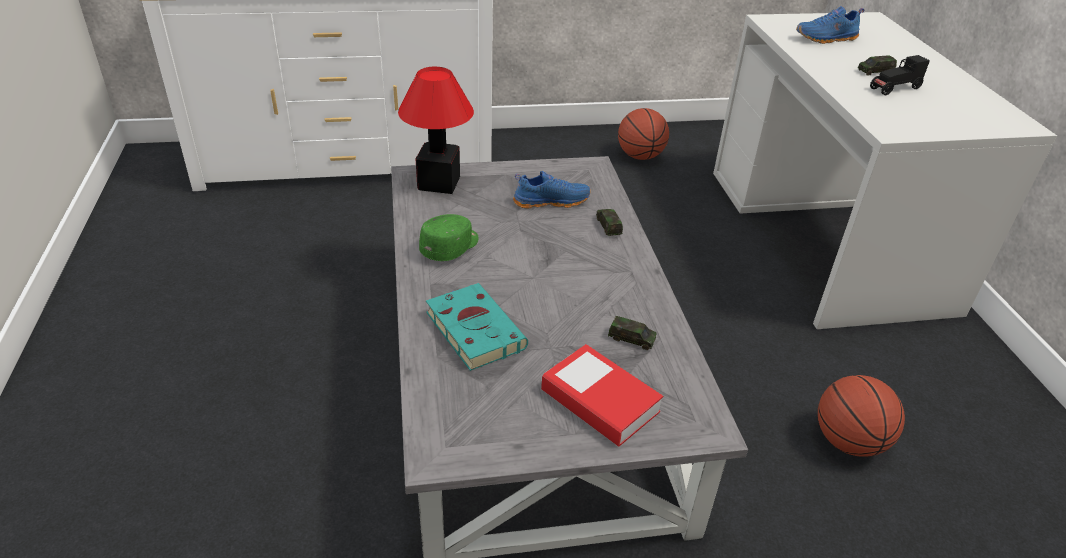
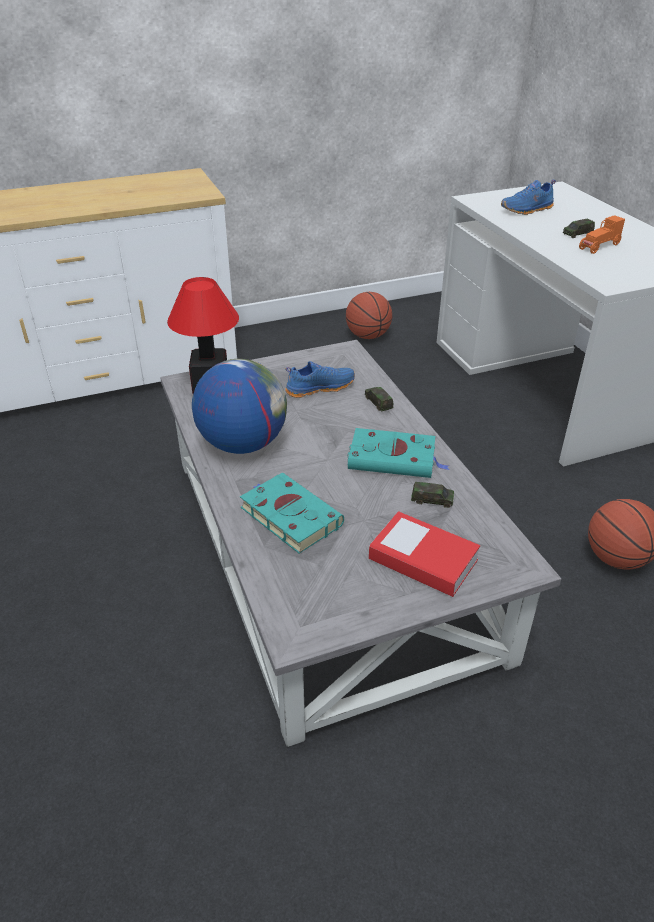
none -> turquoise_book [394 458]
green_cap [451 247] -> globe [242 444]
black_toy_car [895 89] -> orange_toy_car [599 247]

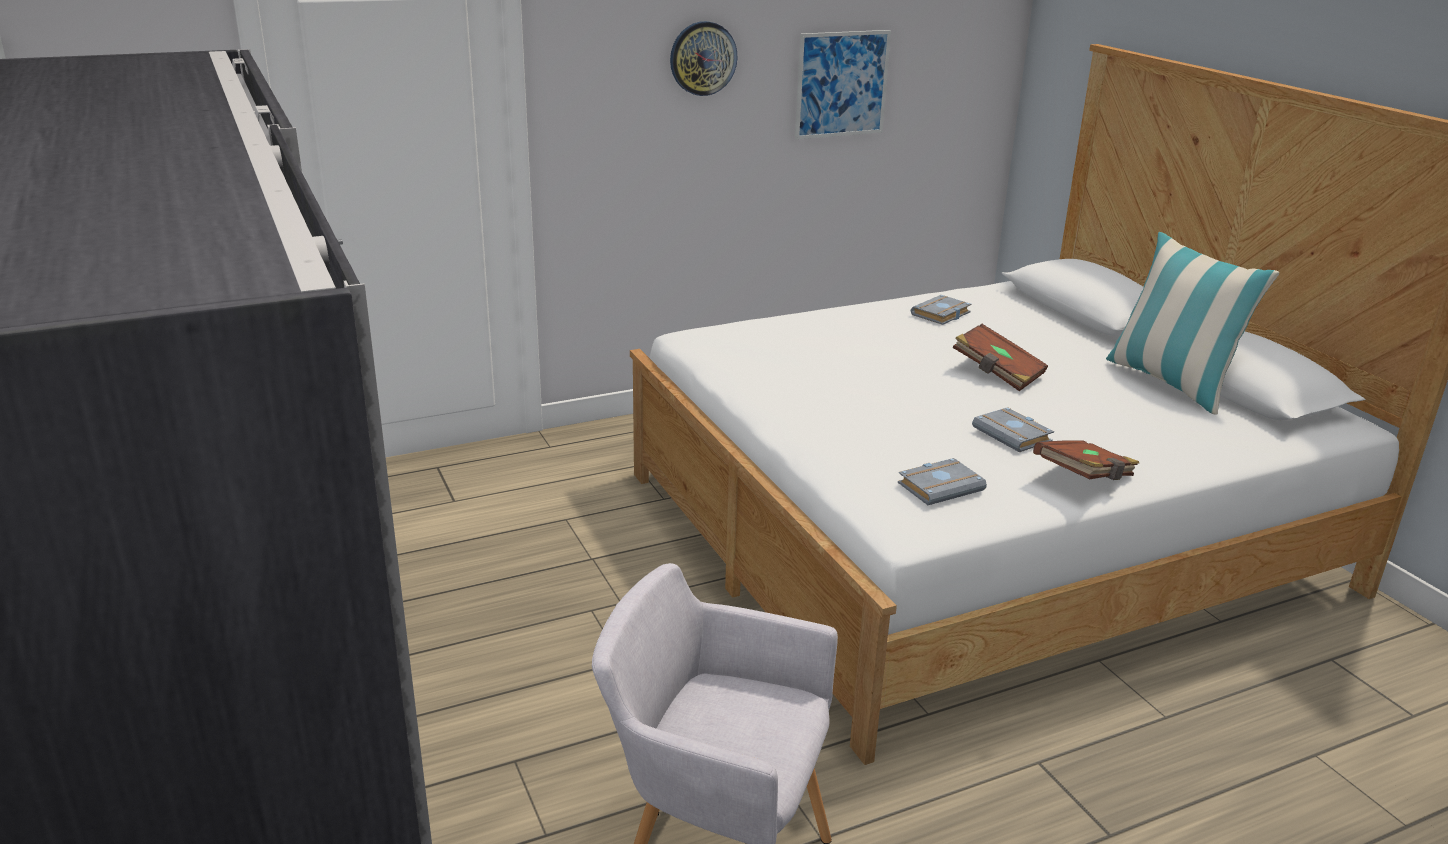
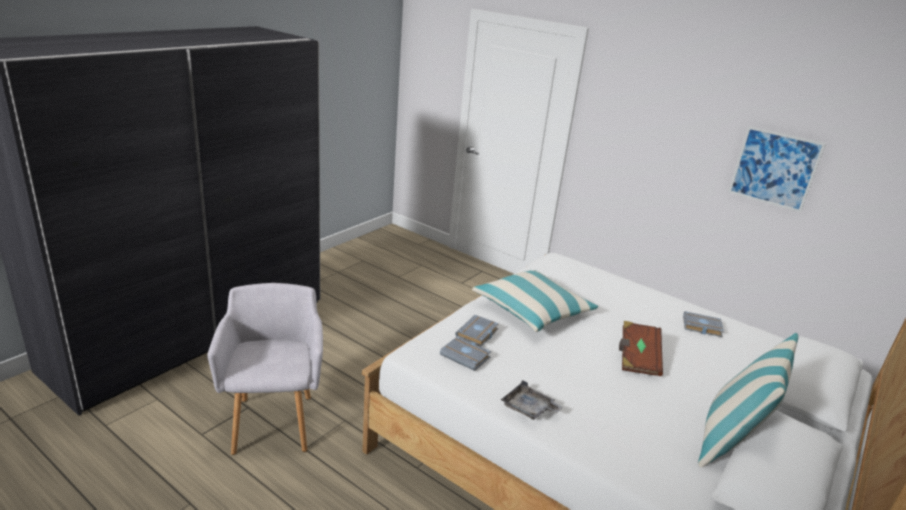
wall_clock [703 58] -> none
none -> pillow [532 310]
grey_book [1014 435] -> grey_book [477 334], moved
brown_book [1084 478] -> grey_tray [529 409]

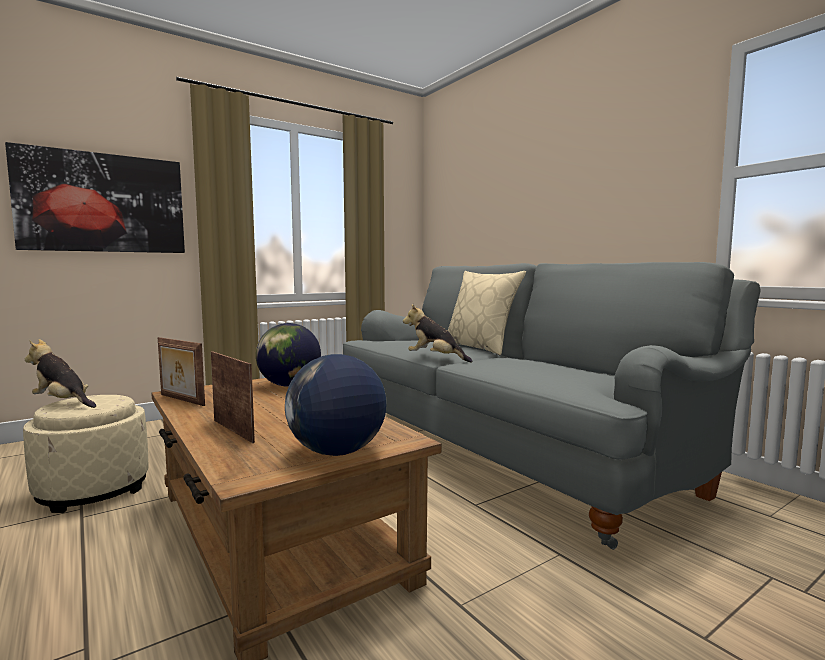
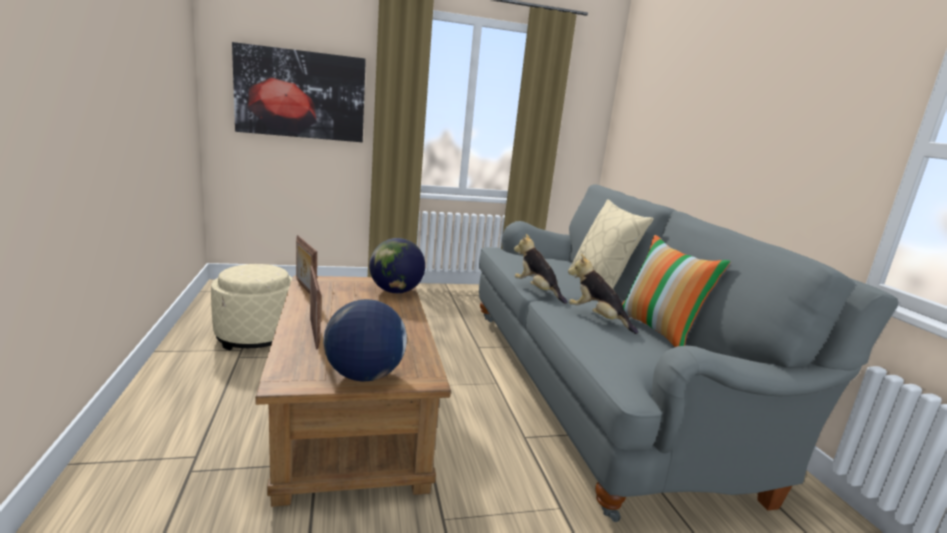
none -> pillow [658 330]
plush_toy [63 403] -> plush_toy [597 319], moved

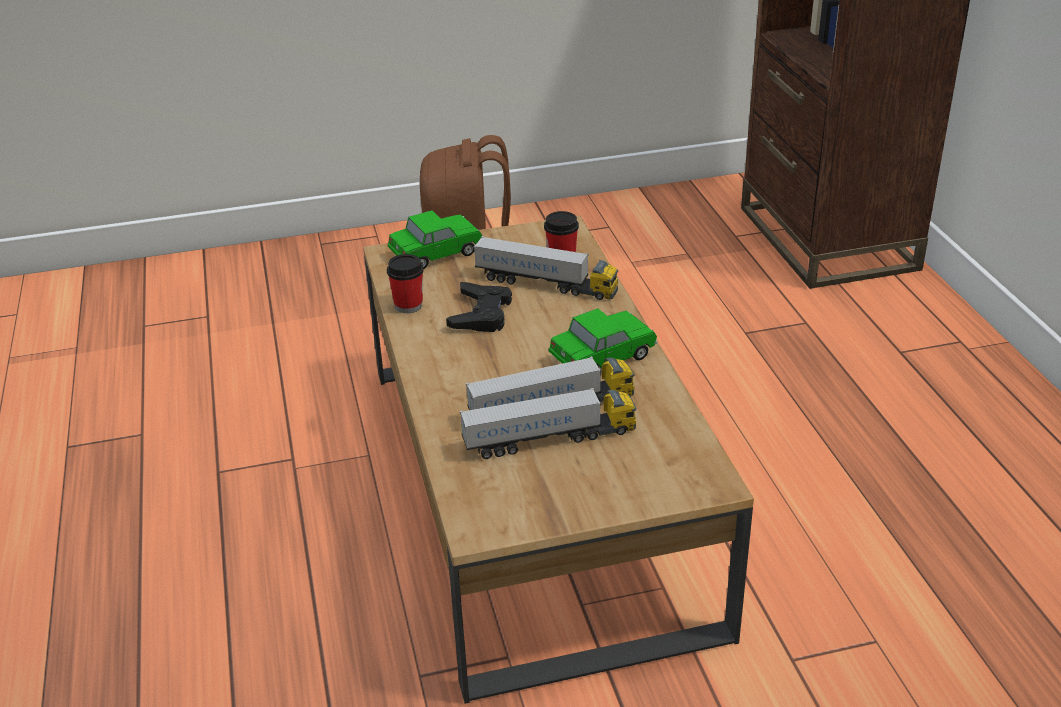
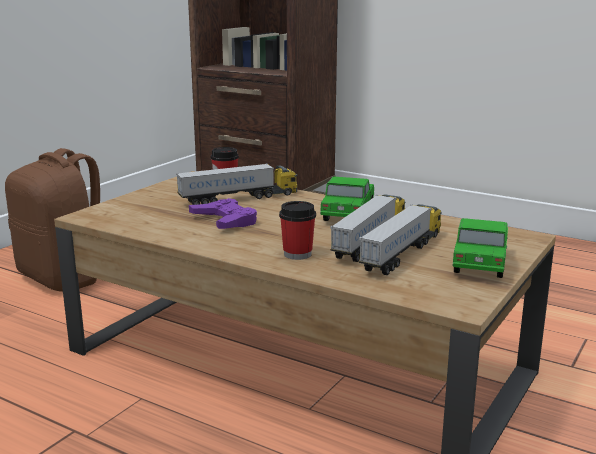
cup [408 305] -> cup [297 254], moved
toy_car [436 254] -> toy_car [480 264], moved
black_game_controller [481 314] -> purple_game_controller [225 221]

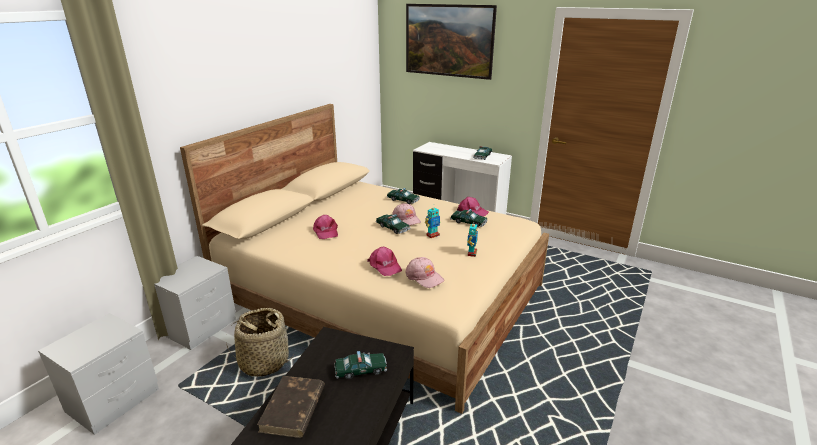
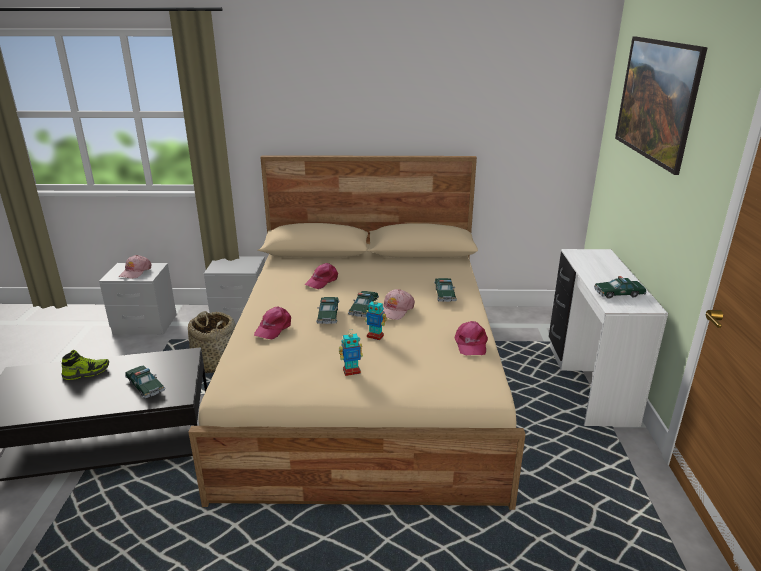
pink_cap [424 277] -> pink_cap [135 272], moved
toy_car [468 222] -> toy_car [328 315], moved
brown_book [293 409] -> shoe [86 373]

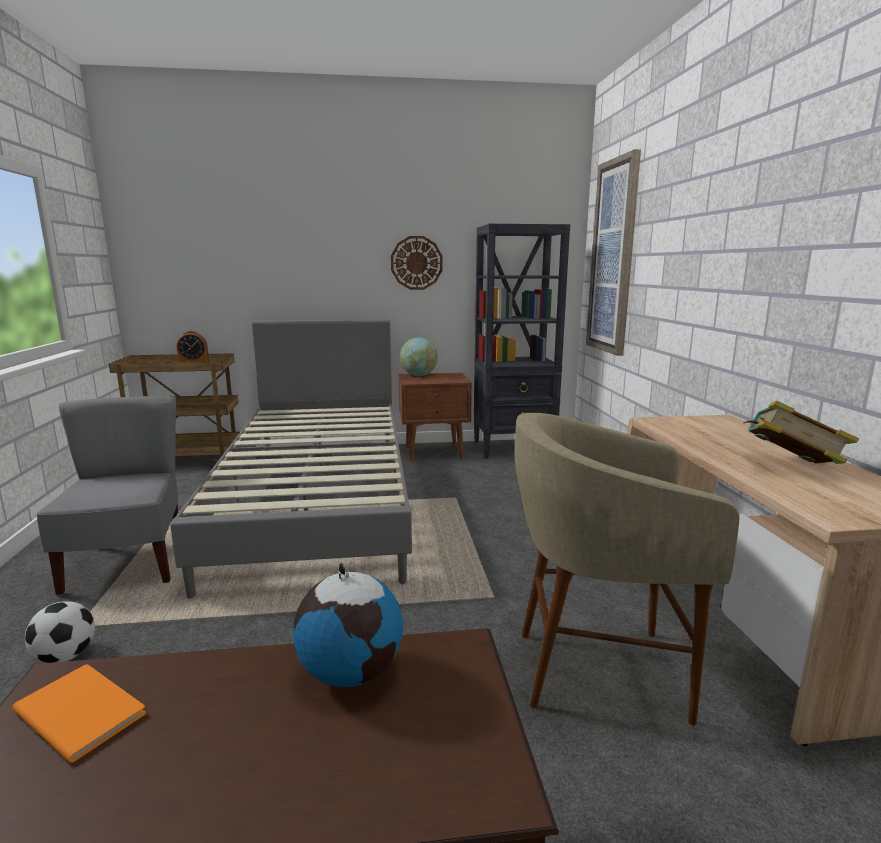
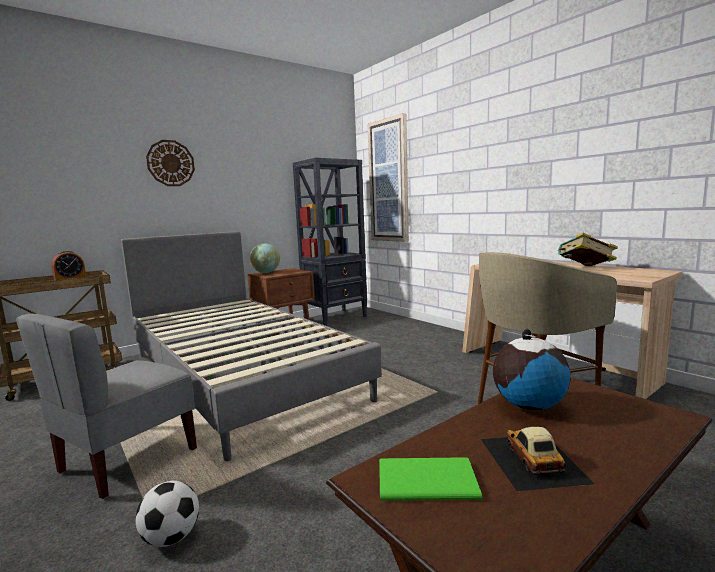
none -> toy_car [532 460]
wall_clock [416 263] -> wall_clock [170 163], moved
orange_book [82 709] -> green_book [423 479]
grey_chair [129 564] -> grey_chair [127 460], 105 degrees counterclockwise

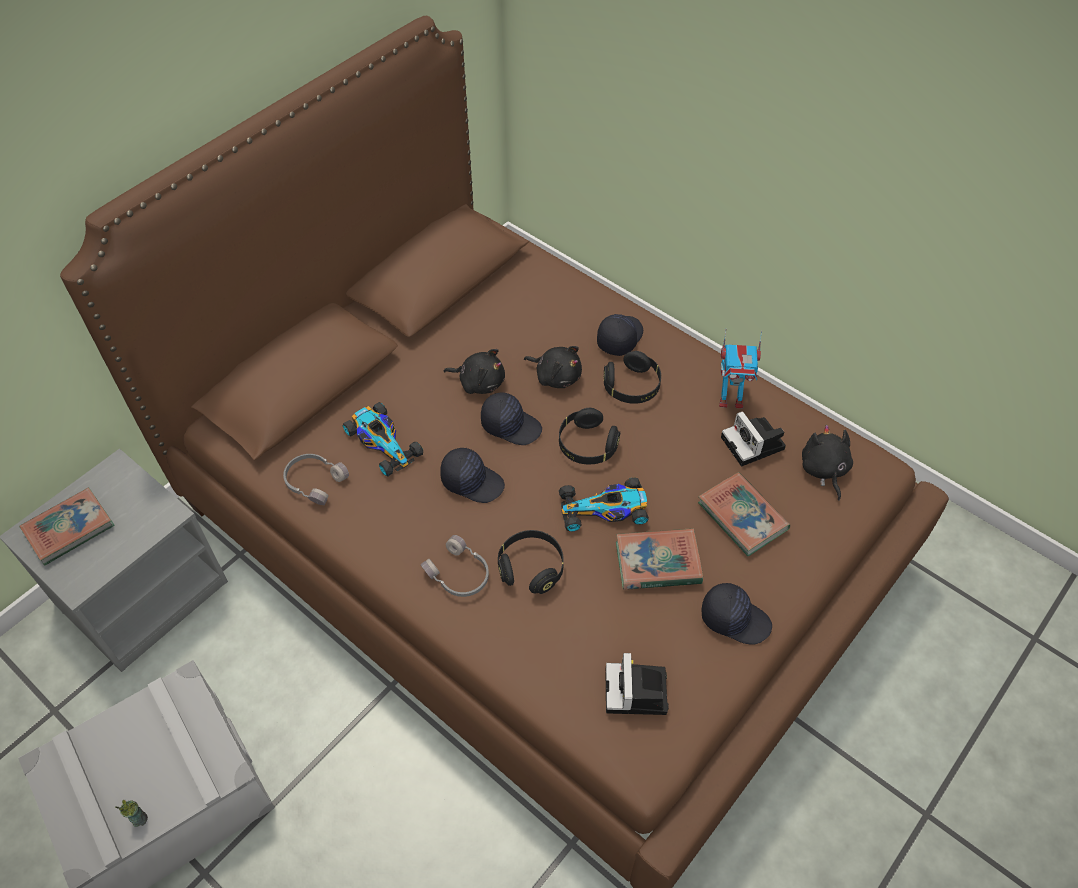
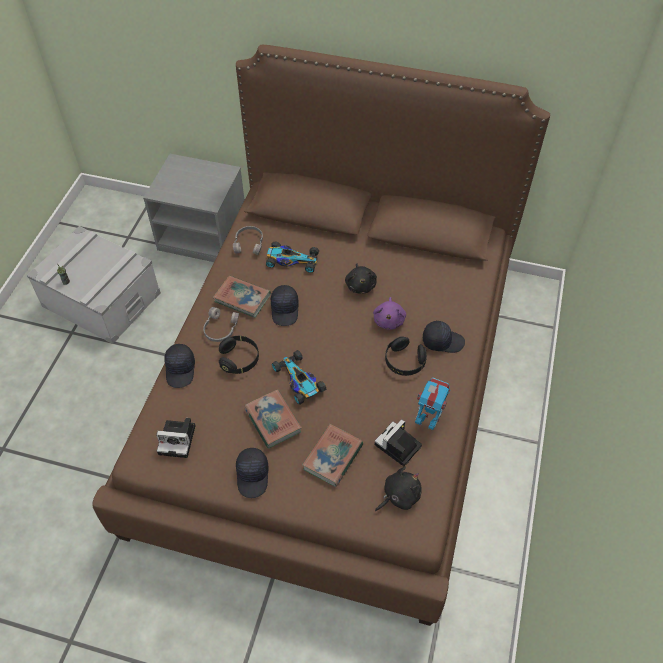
black_headphones [587 445] -> none
book [69 528] -> book [242 298], moved
black_cap [511 425] -> black_cap [181 370], moved
black_plush_toy [556 376] -> purple_plush_toy [389 320]
toy_car [382 441] -> toy_car [291 260], 105 degrees counterclockwise
photo_camera [636 694] -> photo_camera [179 439], 150 degrees counterclockwise
toy_robot [731 400] -> toy_robot [428 421], 135 degrees clockwise

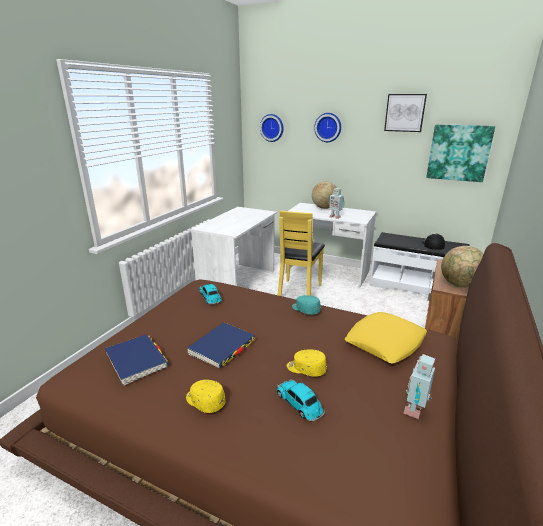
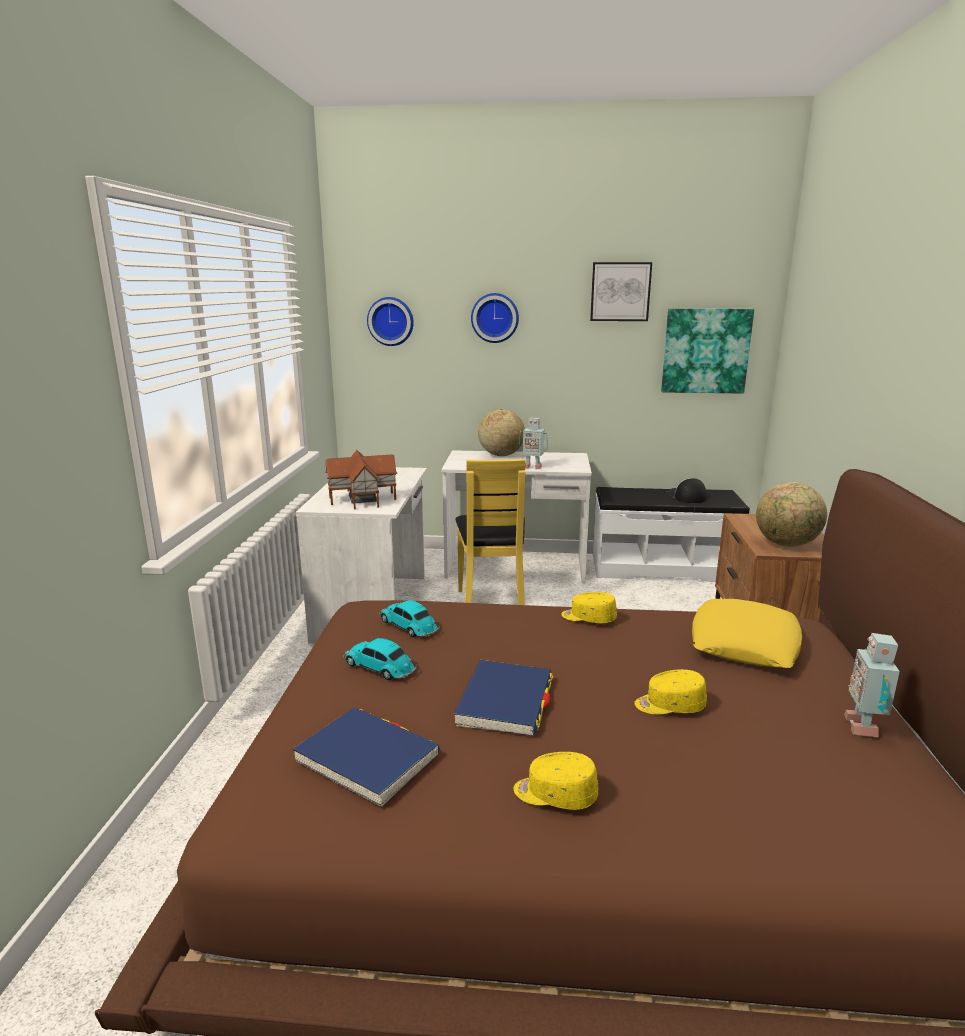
none -> toy_house [363 498]
toy_car [299 404] -> toy_car [381 667], moved
turquoise_cap [305 310] -> yellow_cap [588 618]

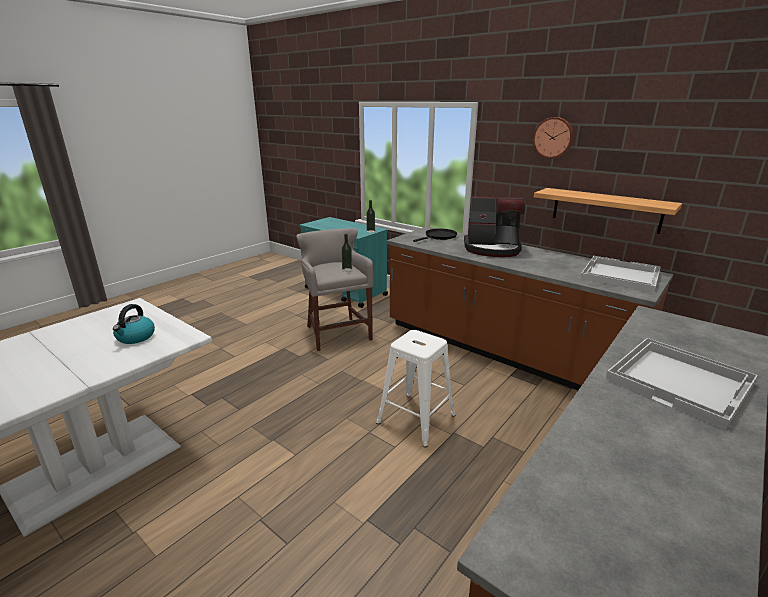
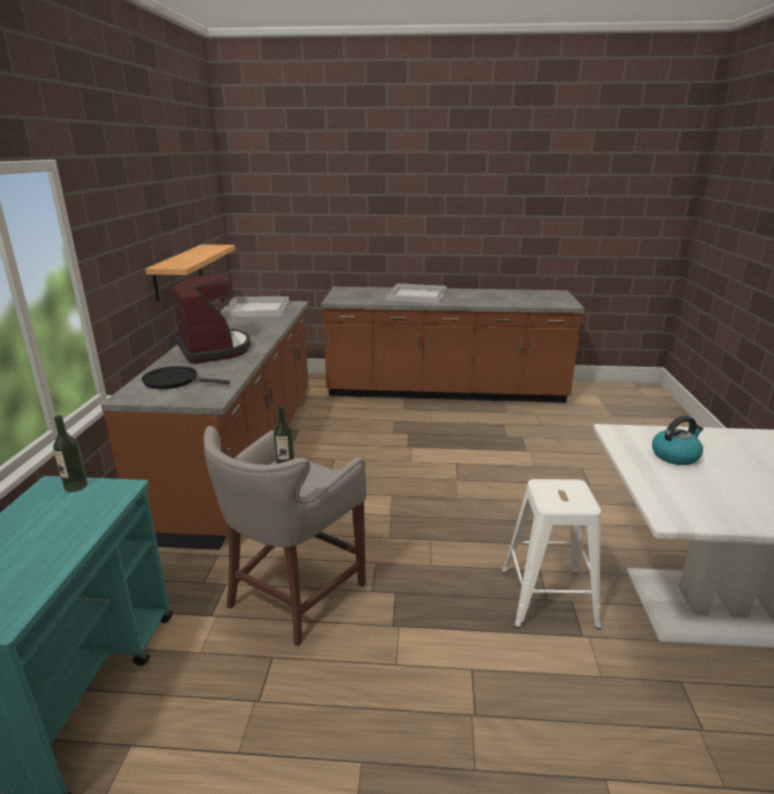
wall_clock [553 137] -> none
white_stool [417 419] -> white_stool [546 596], moved

